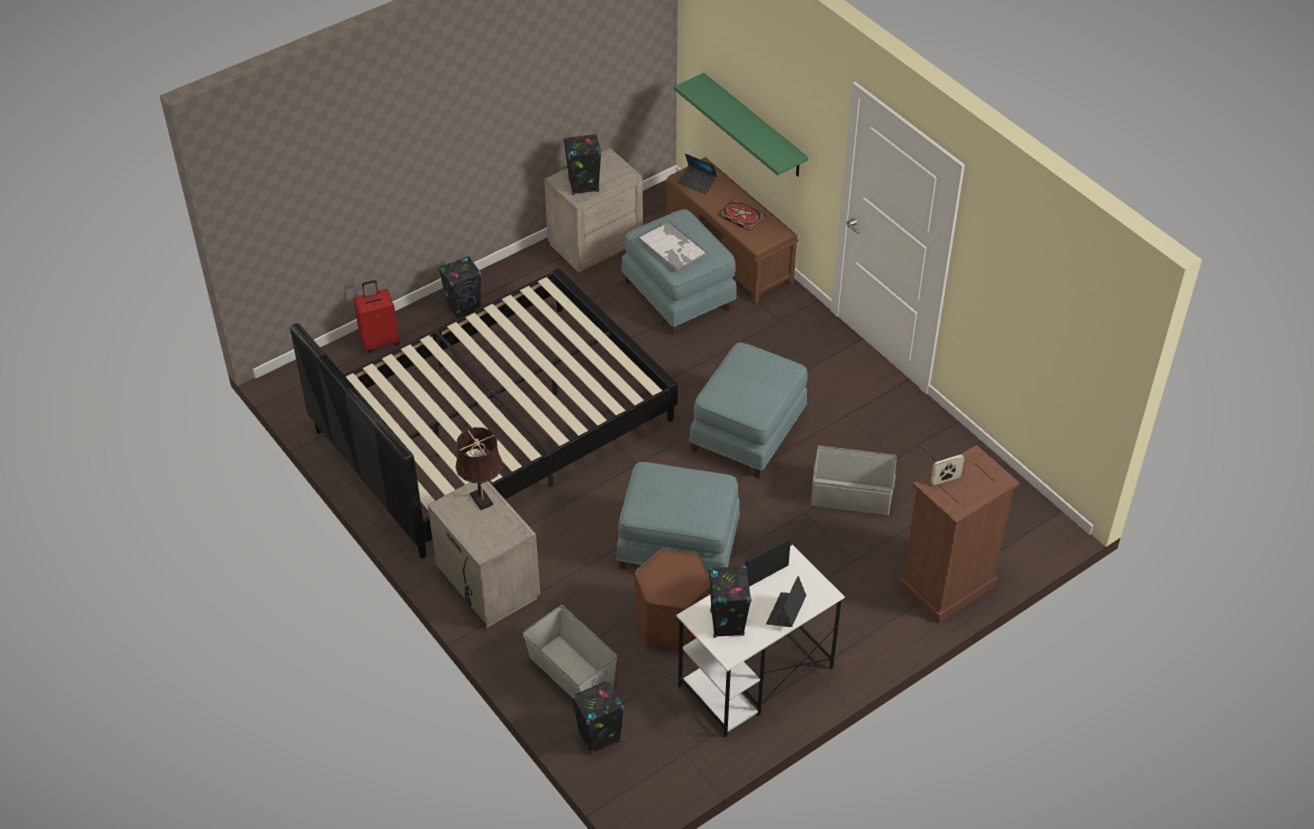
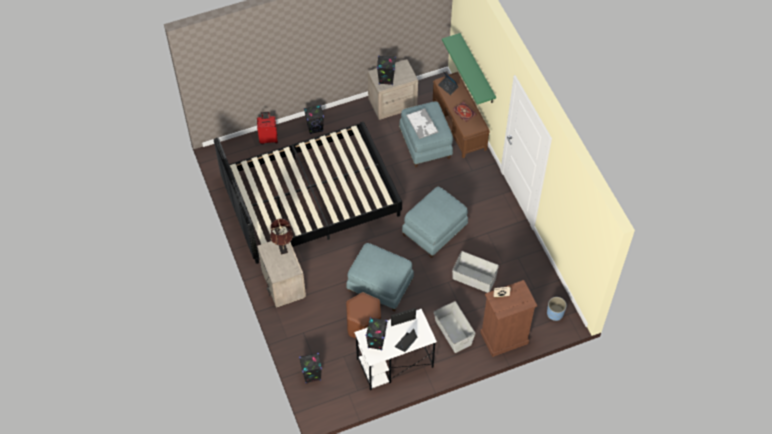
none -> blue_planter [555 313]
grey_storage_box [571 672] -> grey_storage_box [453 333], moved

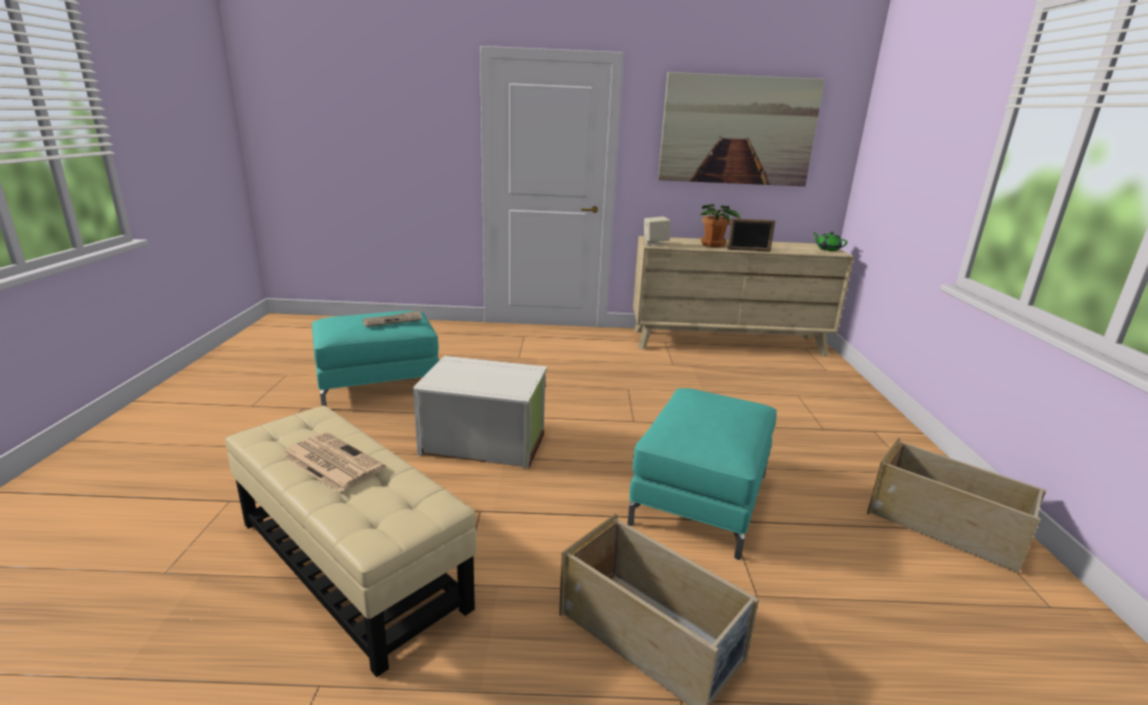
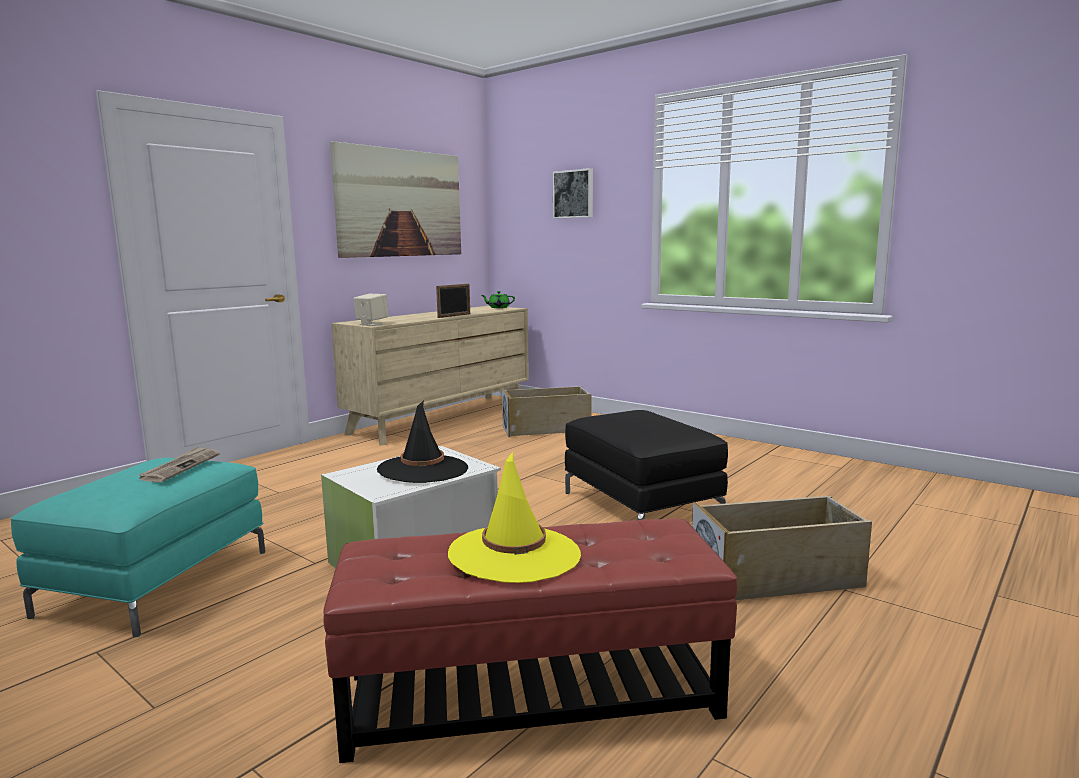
potted_plant [713 245] -> none
none -> black_hat [423 469]
none -> picture [574 194]
beige_storage_box [945 527] -> beige_storage_box [547 429], moved
newspaper [331 462] -> yellow_hat [514 554]
beige_ottoman [349 564] -> red_ottoman [531 694]
turquoise_ottoman [700 498] -> black_ottoman [640 506]

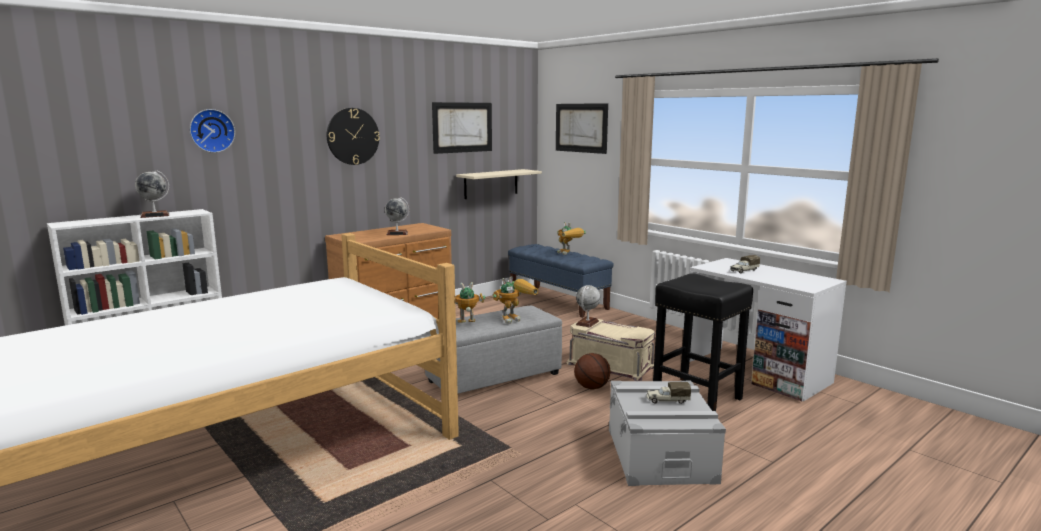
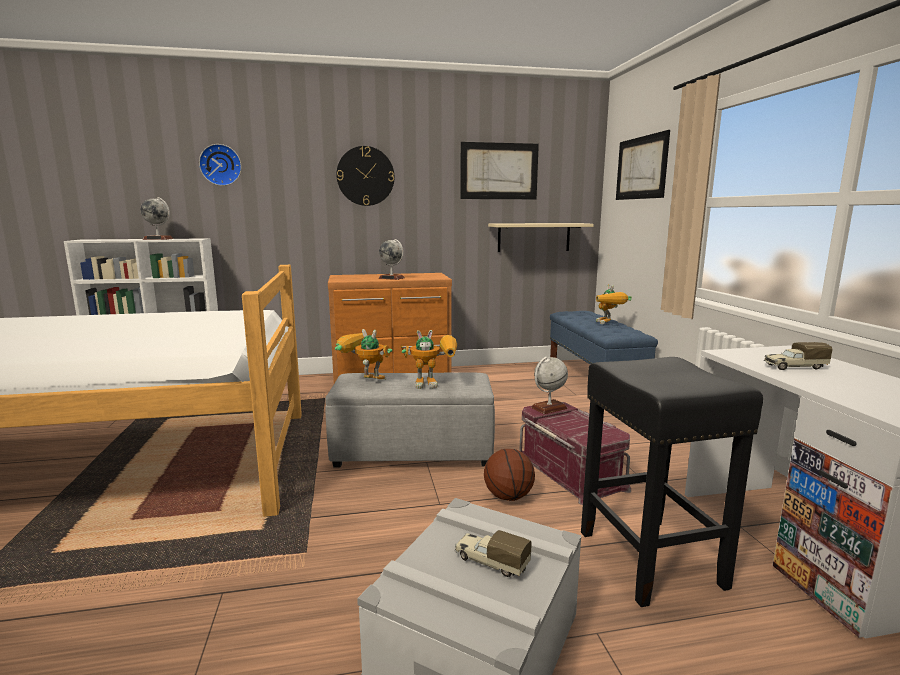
beige_storage_box [611 365] -> red_storage_box [571 471]

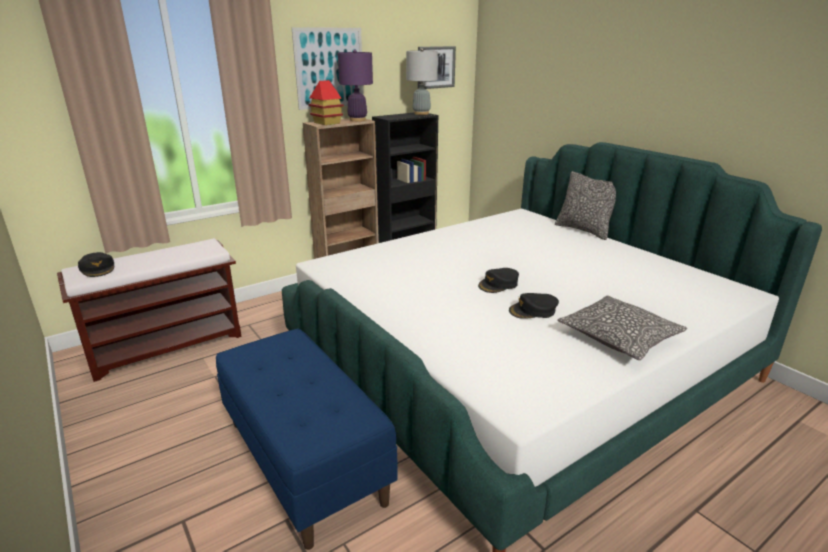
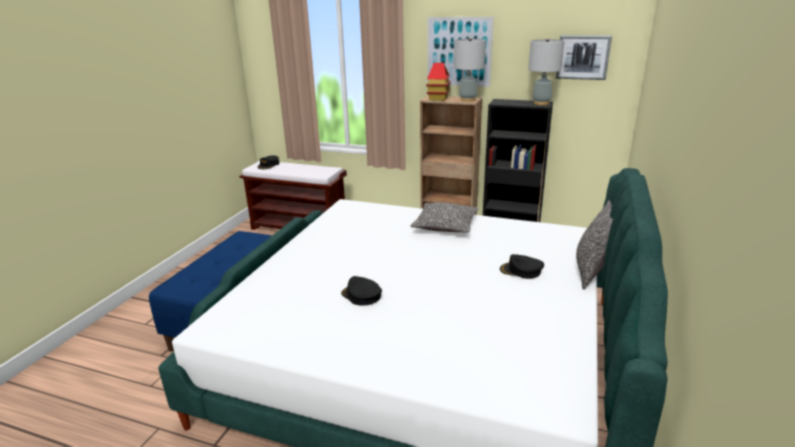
black_cap [498 284] -> black_cap [521 271], moved
pillow [619 337] -> pillow [445 226], moved
purple_table_lamp [357 120] -> grey_table_lamp [468 100]

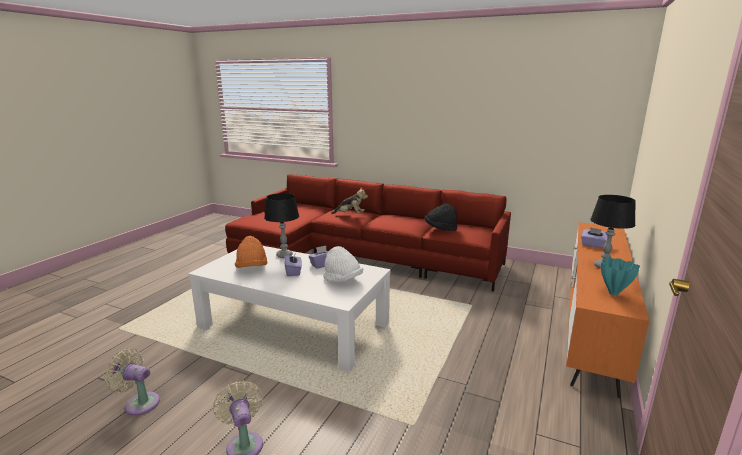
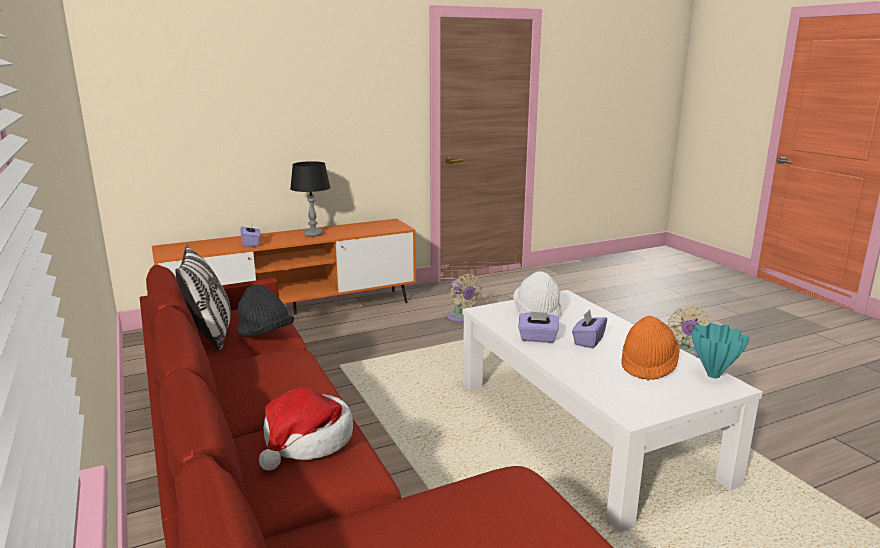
black_table_lamp [284 255] -> none
none -> pillow [211 334]
beige_fan [139 403] -> beige_fan [461 318], moved
turquoise_vase [613 294] -> turquoise_vase [713 375], moved
plush_toy [350 215] -> hat [307 441]

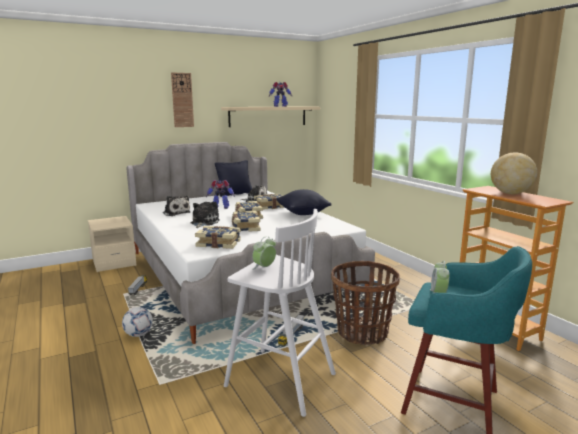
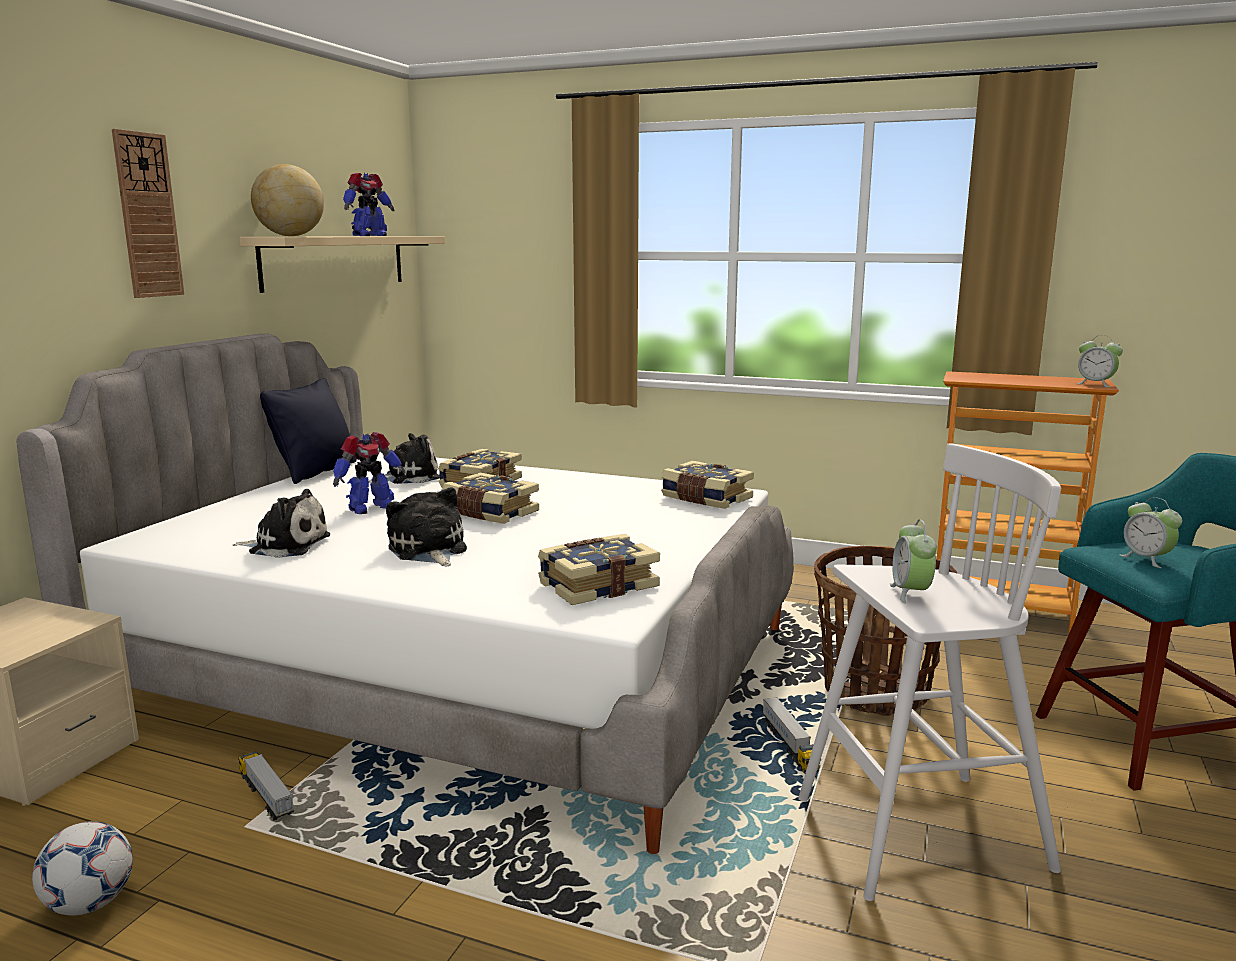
black_pillow [303 213] -> none
none -> alarm_clock [1095 384]
football [138 334] -> football [90 904], moved
book [245 227] -> book [705 499], moved
globe [510 193] -> globe [290 236], moved

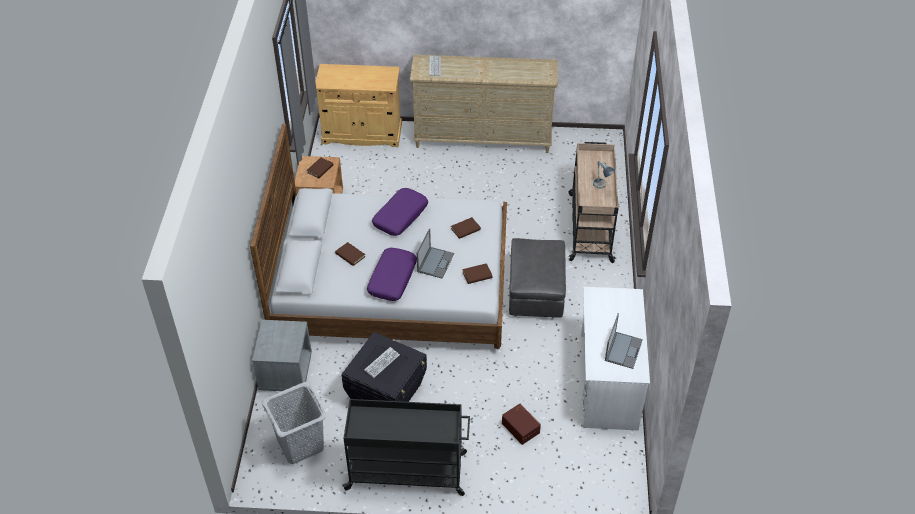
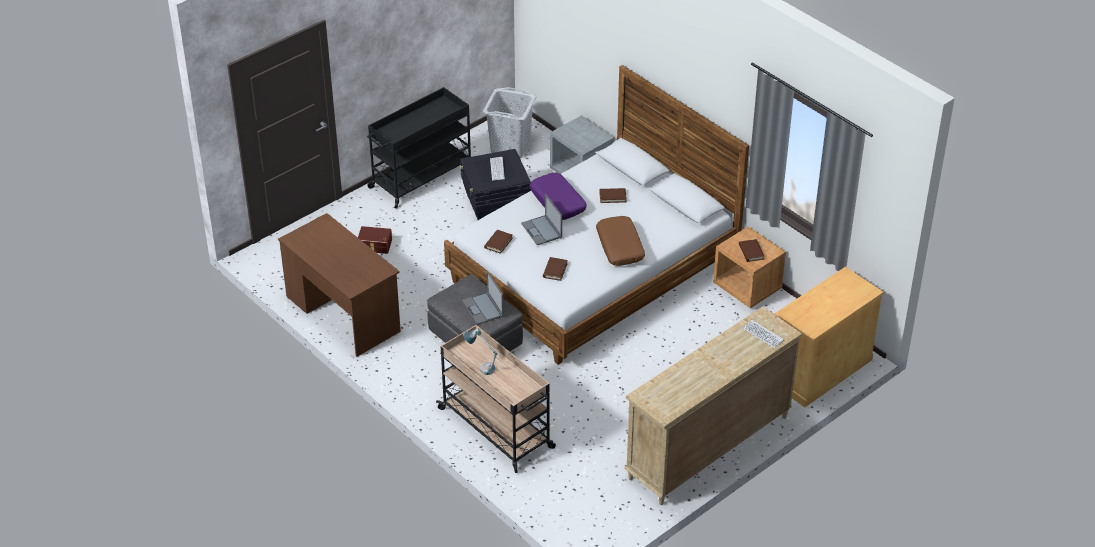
laptop [623 349] -> laptop [483 309], moved
purple_pillow [400 216] -> brown_pillow [620 246]
white_desk [608 381] -> brown_desk [343 314]

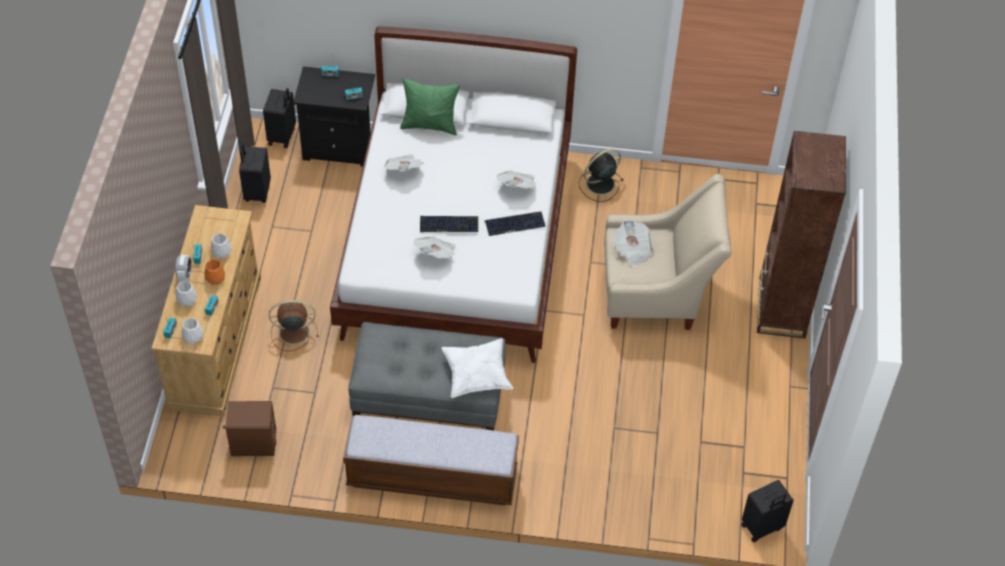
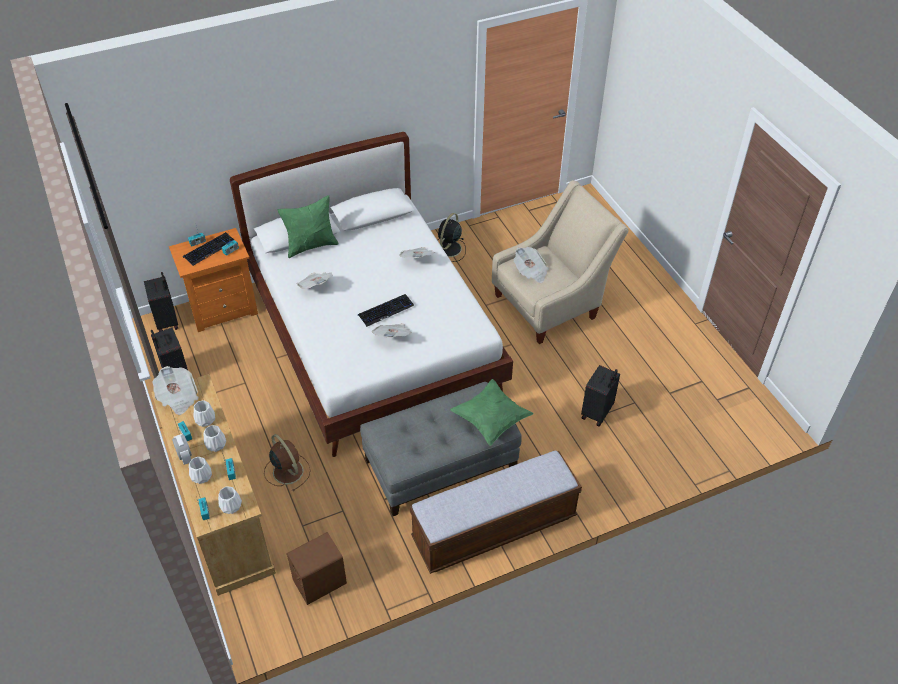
brown_bookcase [781 307] -> none
none -> newspaper [178 397]
keyboard [515 224] -> keyboard [209 249], moved
black_suitcase [762 527] -> black_suitcase [597 413], moved
orange_vase [216 278] -> white_vase [216 444]
black_nightstand [340 147] -> orange_nightstand [223 309]
white_pillow [477 376] -> green_pillow [491 420]
brown_fan [292 332] -> brown_fan [287 470], 90 degrees clockwise

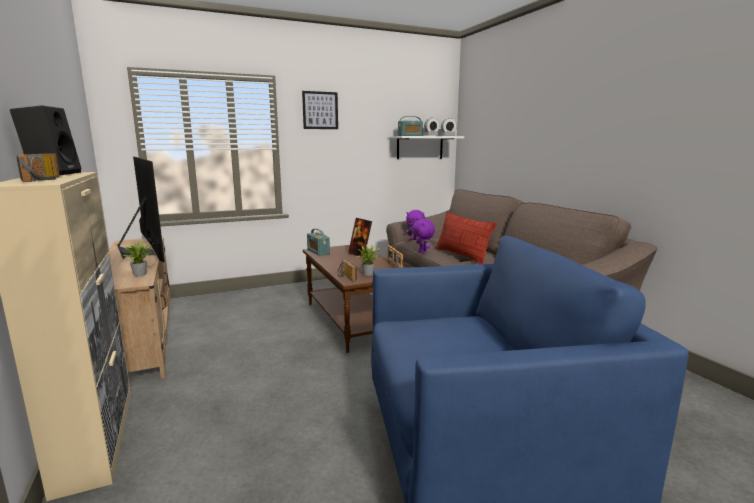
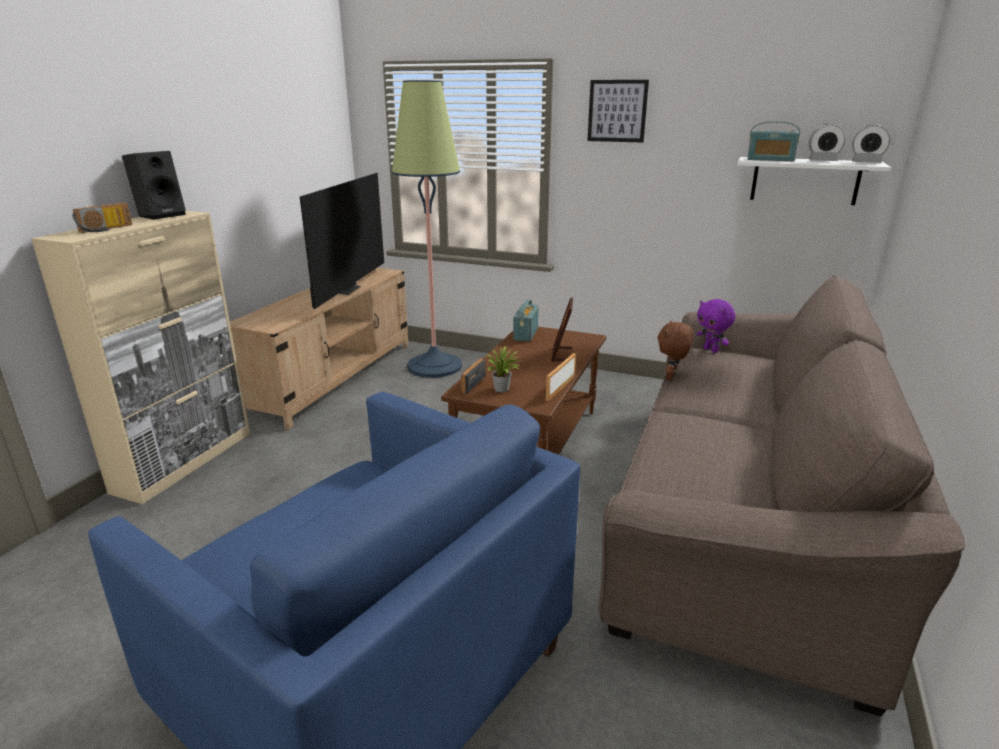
potted_plant [142 274] -> none
pillow [462 256] -> none
none -> floor_lamp [434 366]
purple_plush_toy [423 252] -> brown_plush_toy [671 377]

